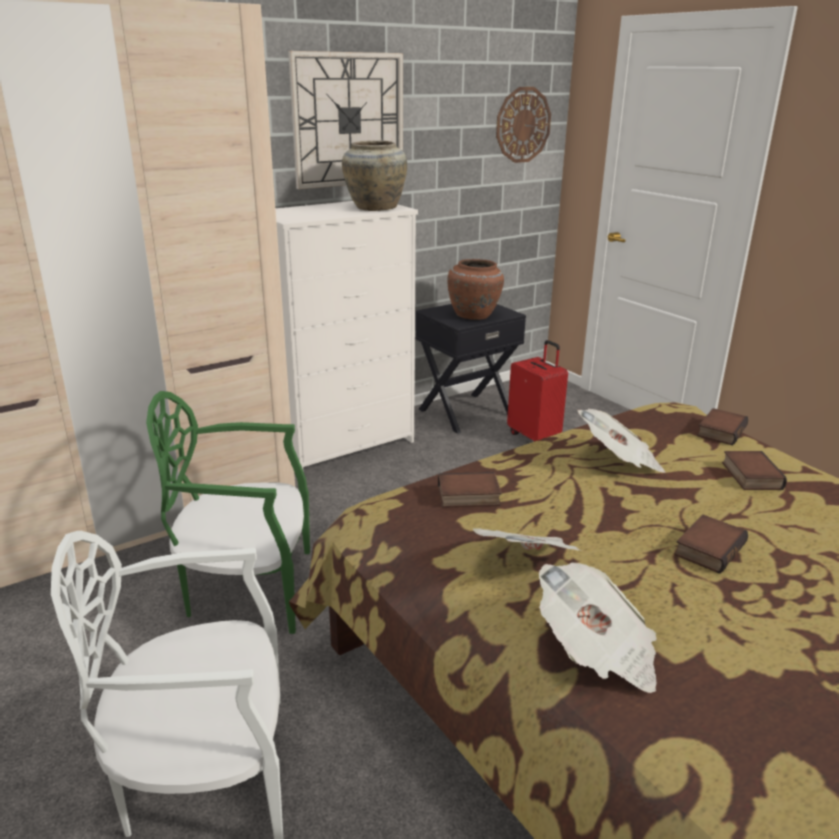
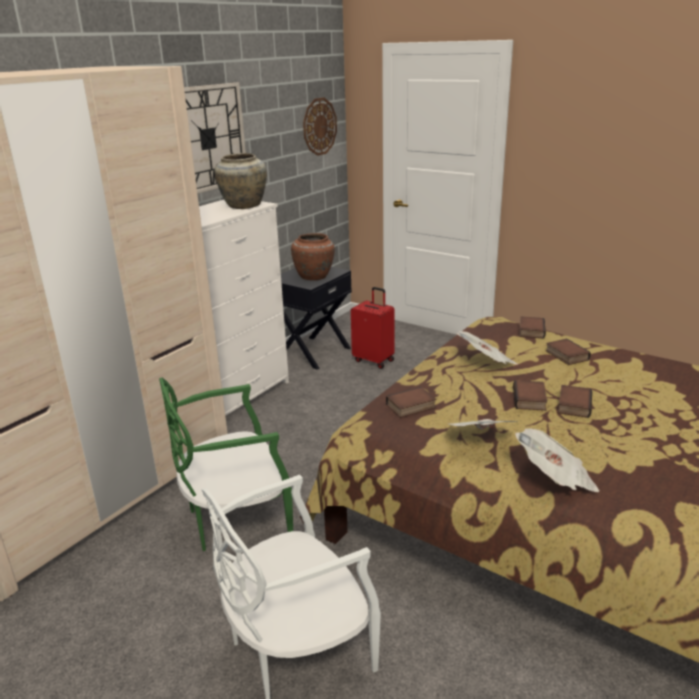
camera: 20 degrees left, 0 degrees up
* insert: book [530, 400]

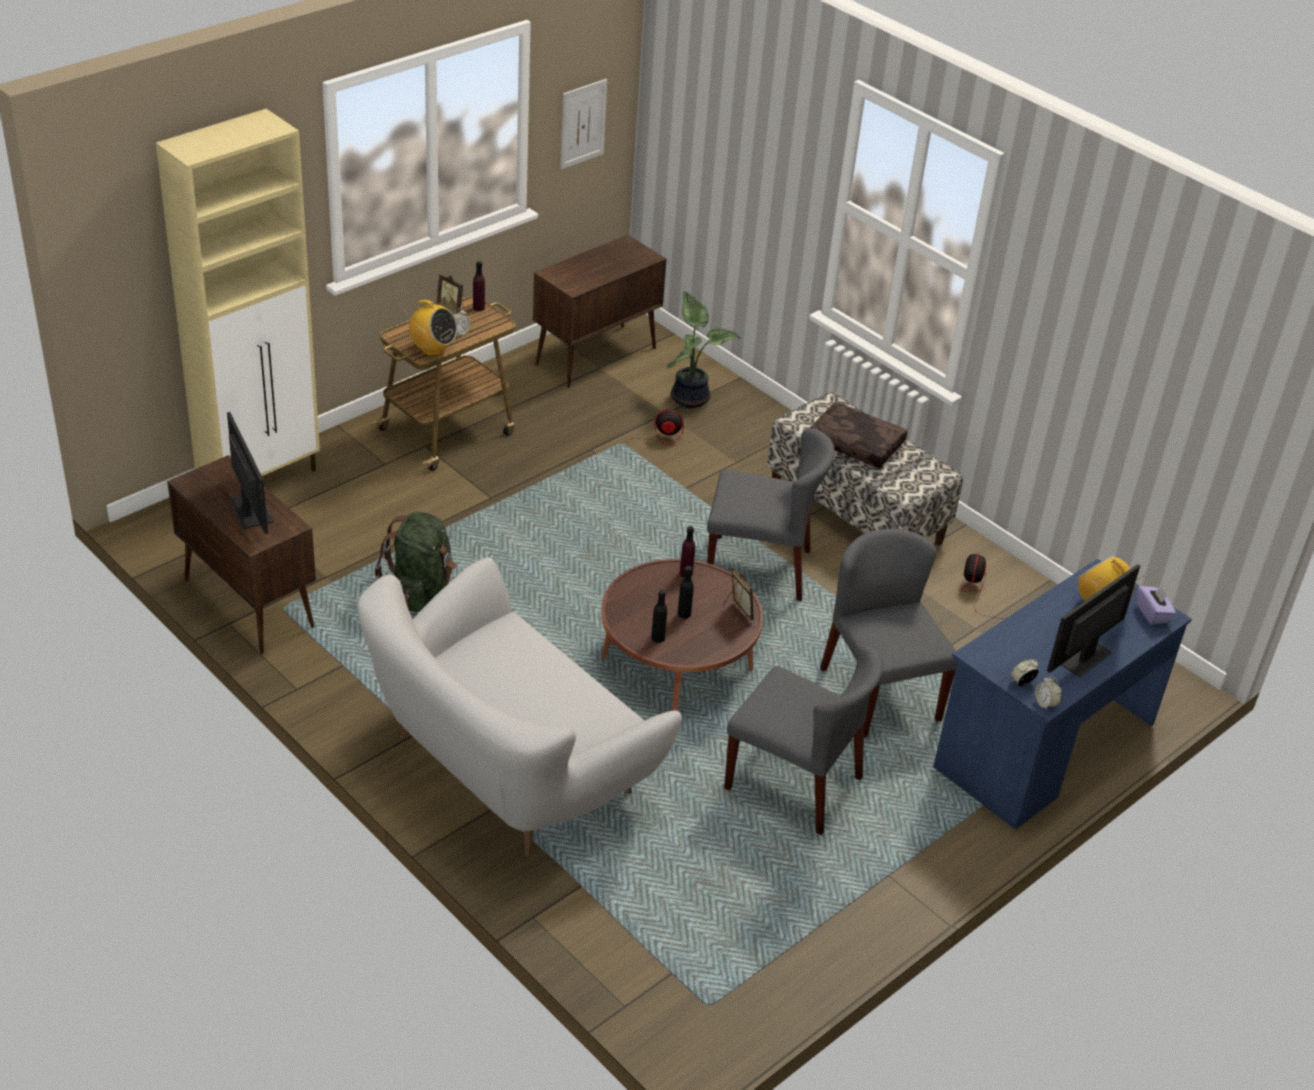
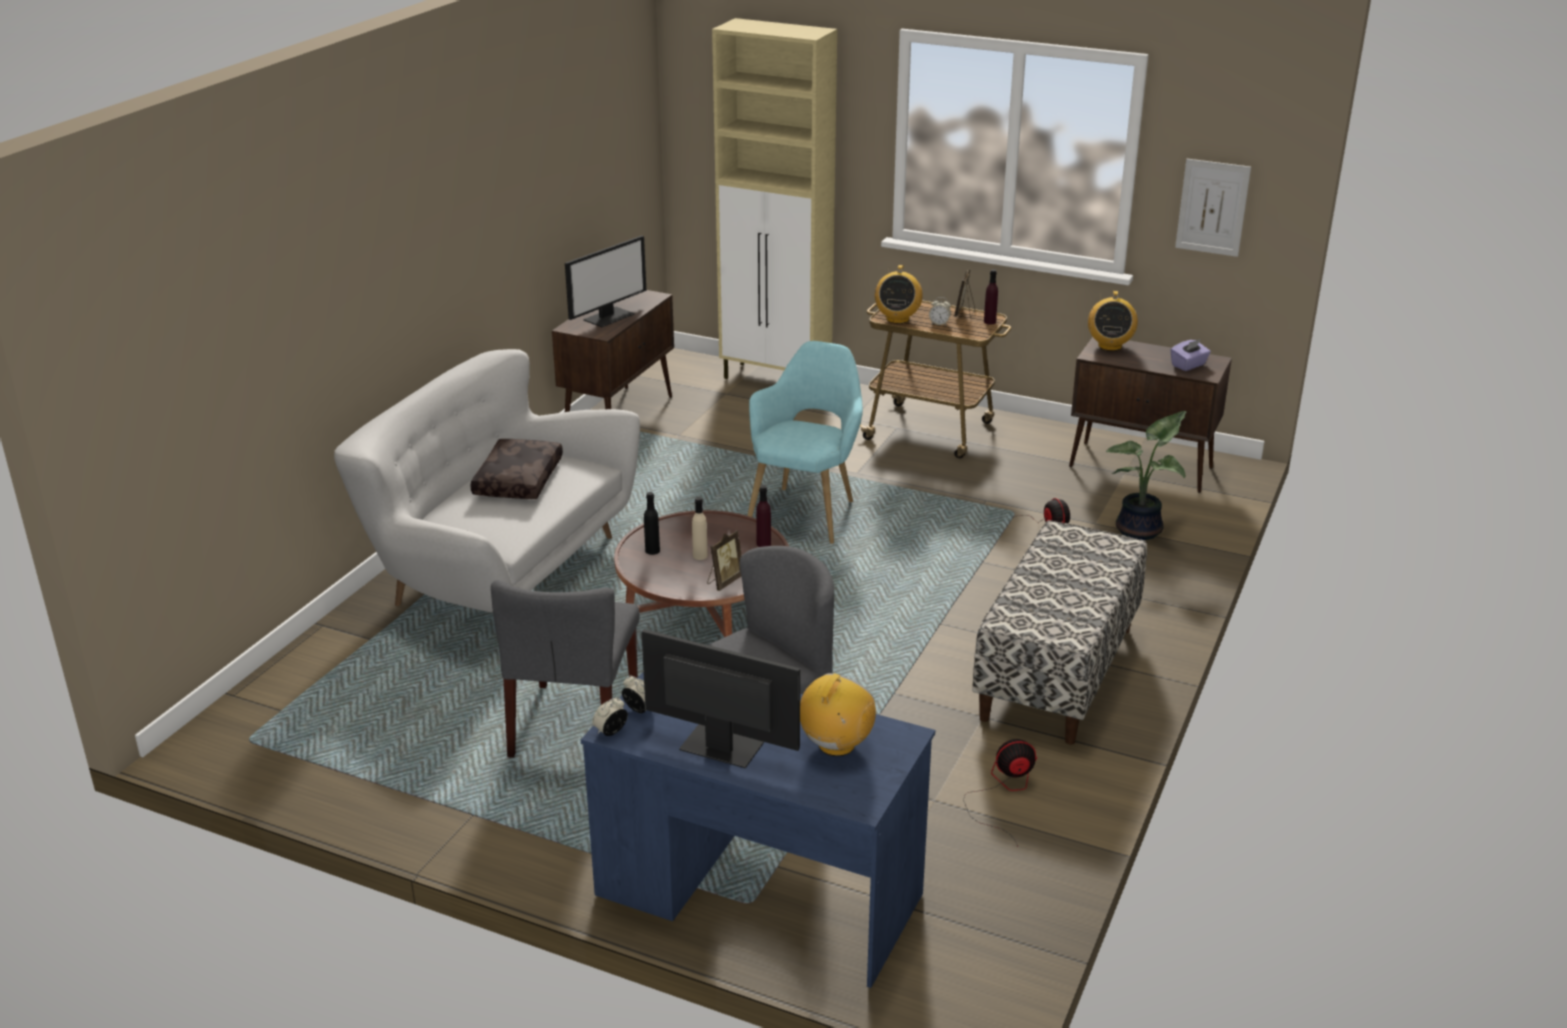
camera: 70 degrees right, 10 degrees down
* move: pillow (brown) [854, 444] to [517, 479]
* recolor: bottle (black) [684, 614] to bottle (beige) [700, 556]
* insert: armchair (turquoise) [806, 512]
* insert: radio [1109, 346]
* move: tissue box (purple) [1152, 613] to [1188, 365]
* delete: backpack (green) [420, 591]
* delete: chair (grey) [759, 568]

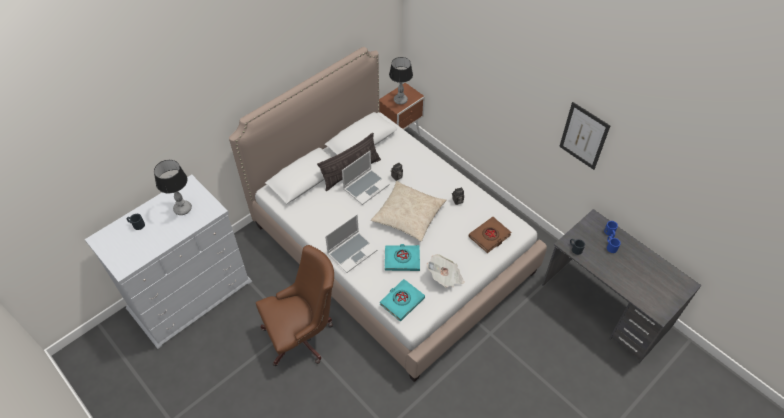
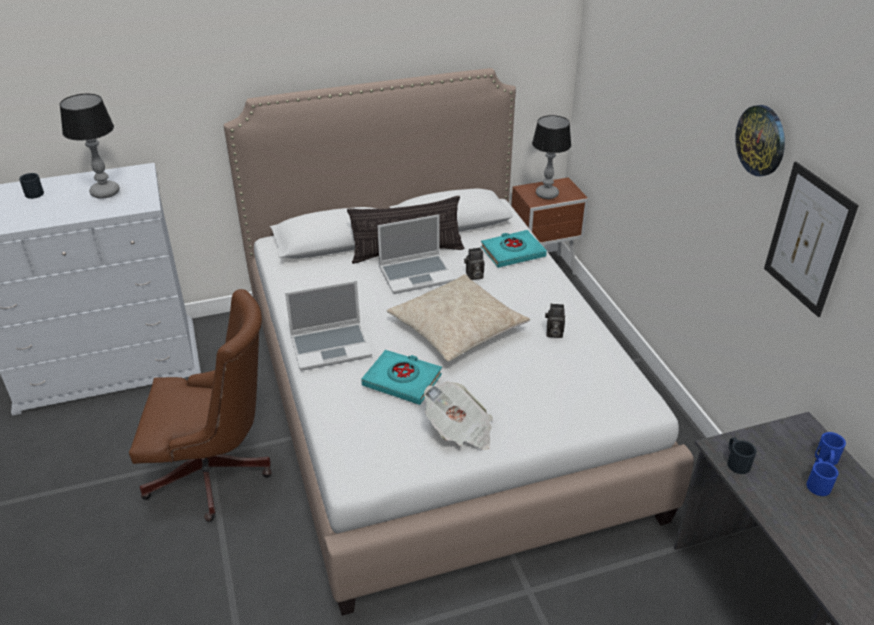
camera: 25 degrees right, 15 degrees down
* move: book (turquoise) [402, 301] to [512, 252]
* insert: wall clock [761, 140]
* delete: book (brown) [489, 236]

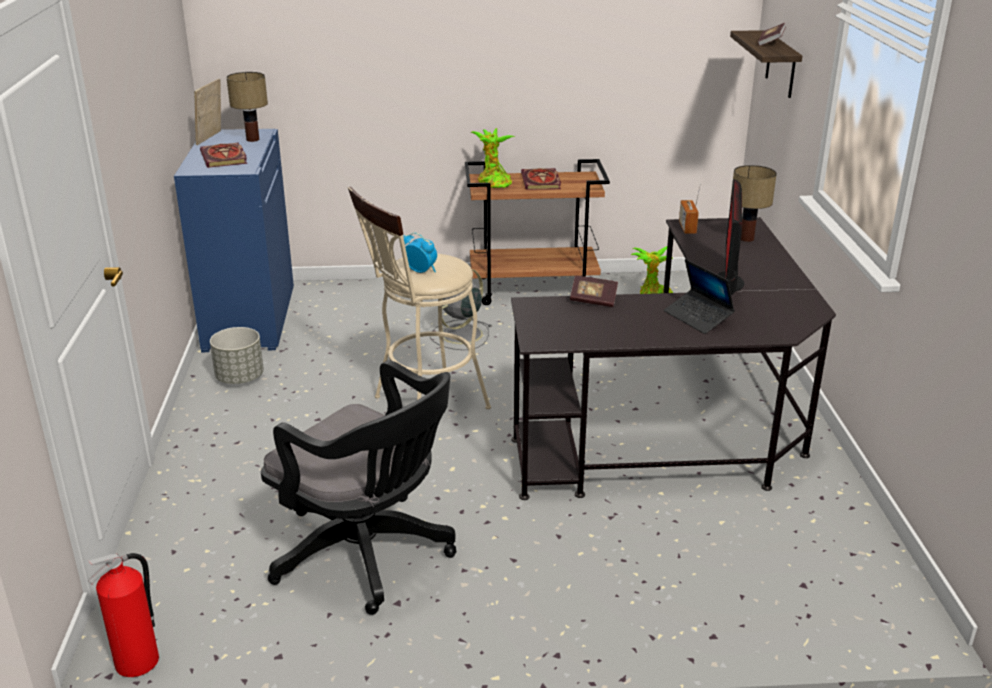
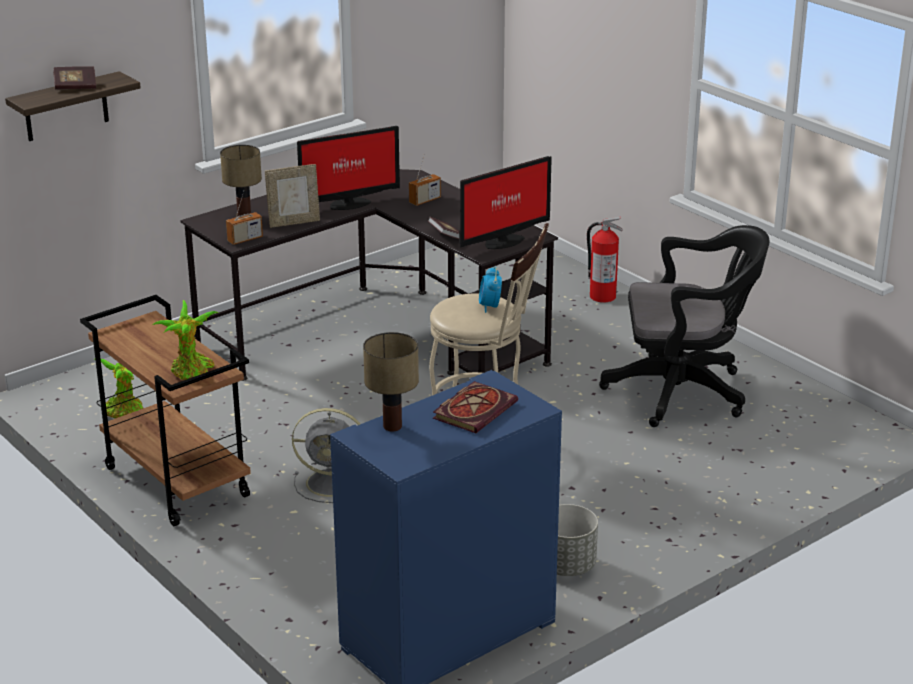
camera: 125 degrees left, 0 degrees up
* move: picture frame [211, 138] to [294, 222]
* replace: laptop [698, 317] to radio [425, 200]
* insert: monitor [502, 241]
* move: fire extinguisher [138, 662] to [602, 296]
* rotate: office chair (black) [368, 555] = [684, 392] 90 degrees clockwise
* delete: book [542, 182]

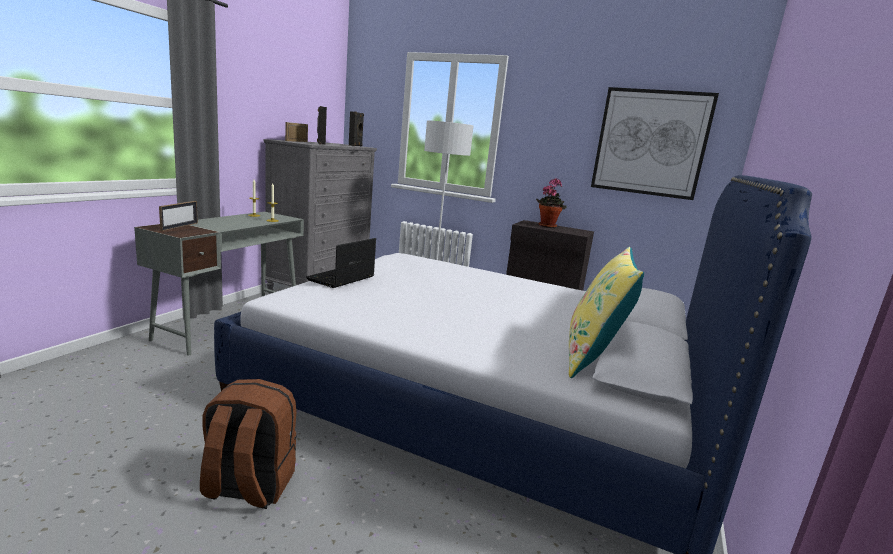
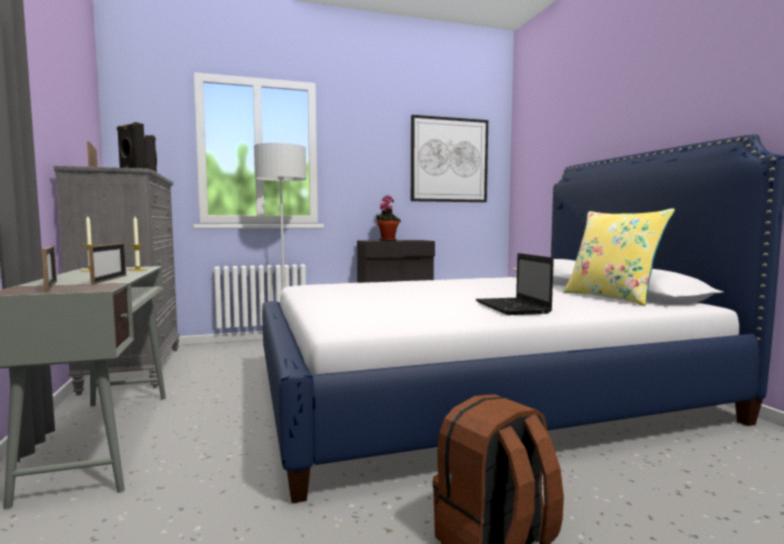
camera: 40 degrees left, 10 degrees down
* insert: picture frame [109, 279]
* move: laptop [340, 279] to [513, 308]

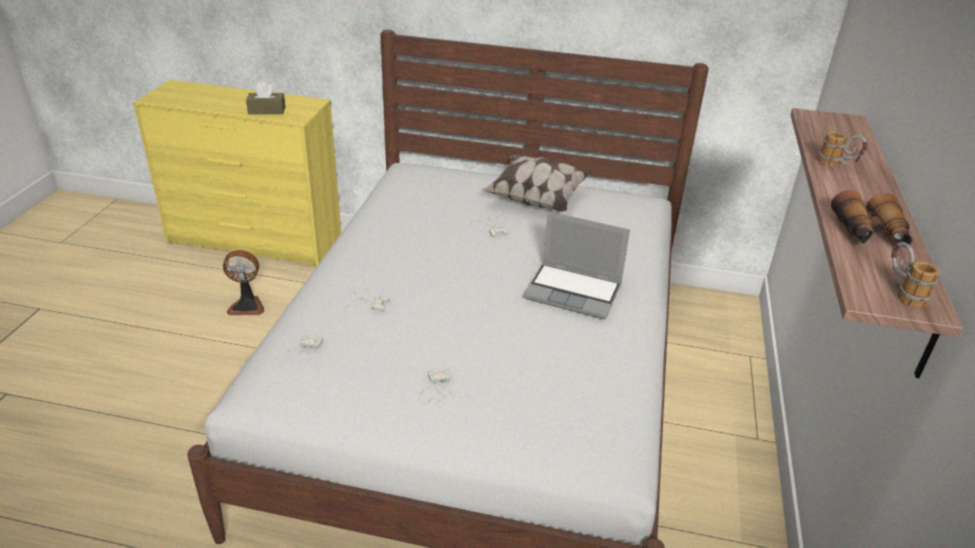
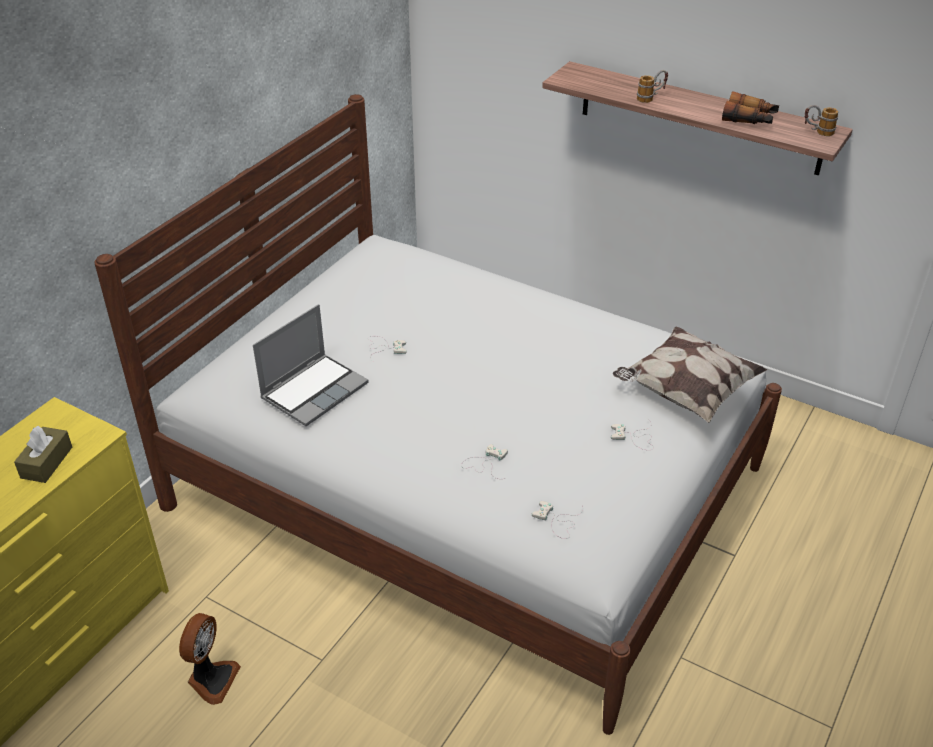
camera: 70 degrees left, 5 degrees up
* move: laptop [574, 292] to [314, 390]
* move: pillow [536, 199] to [685, 391]

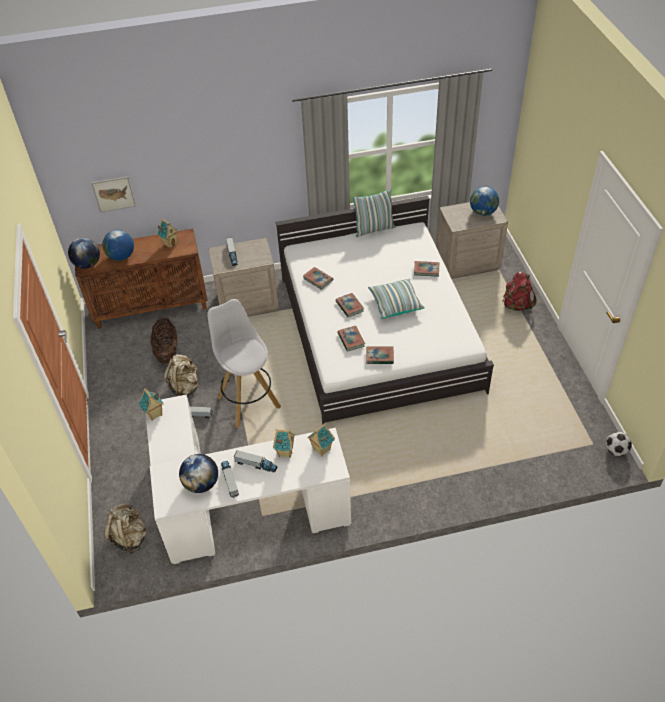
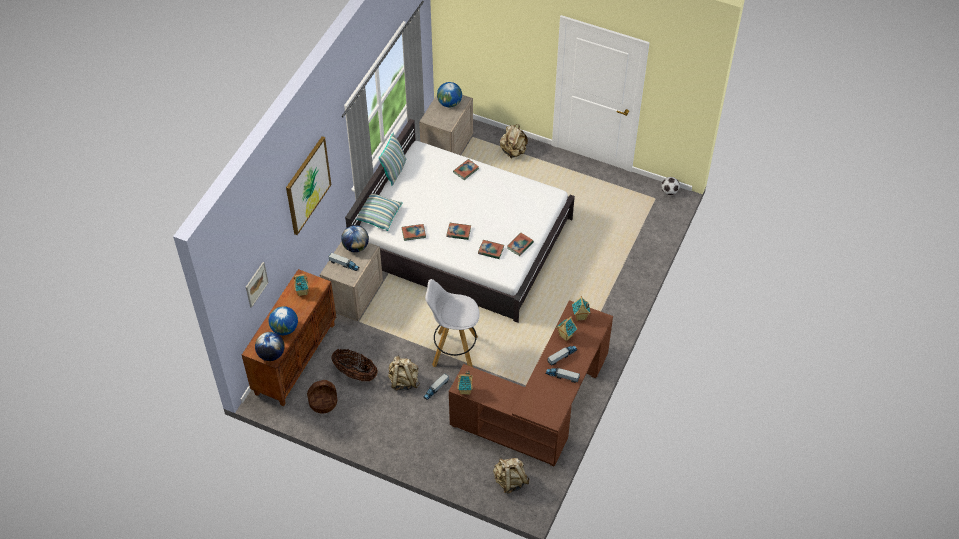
camera: 55 degrees left, 5 degrees up
* insert: picture [307, 185]
* insert: basket [323, 402]
* move: globe [201, 483] to [356, 247]
* move: pillow [395, 304] to [378, 215]
* recolor: desk (white) [237, 508] to desk (brown) [540, 408]
* recolor: backpack (red) [516, 305] to backpack (beige) [513, 151]

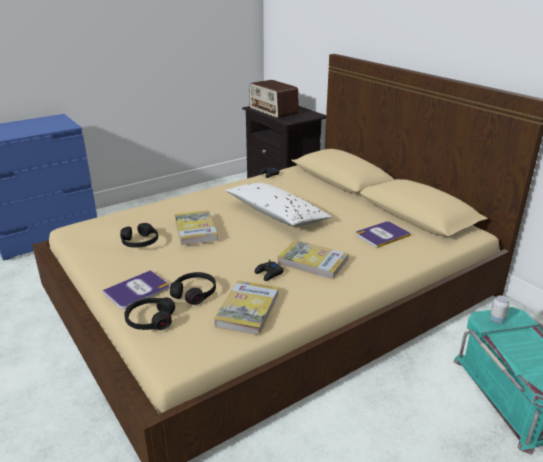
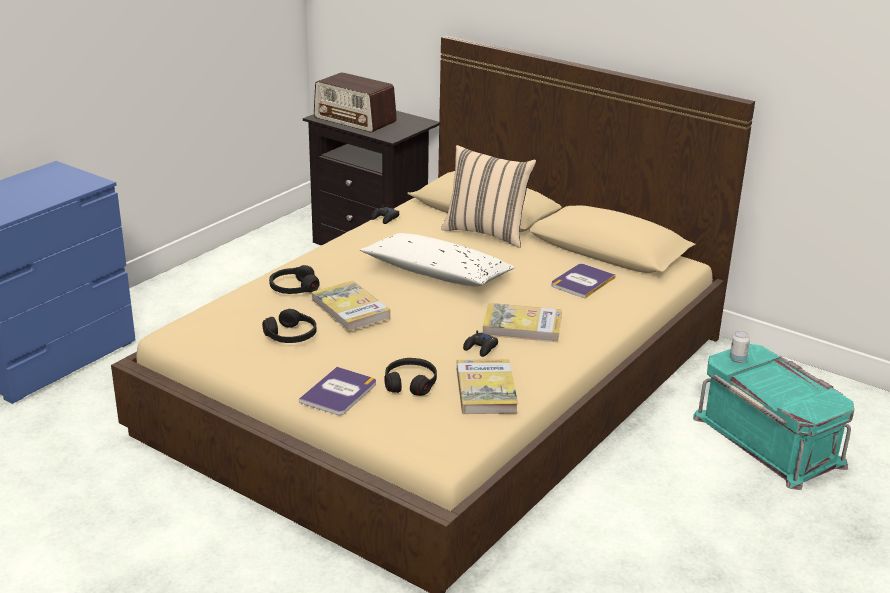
camera: 20 degrees left, 0 degrees up
* move: headphones (black) [150, 320] to [293, 288]
* insert: pillow (beige) [486, 232]

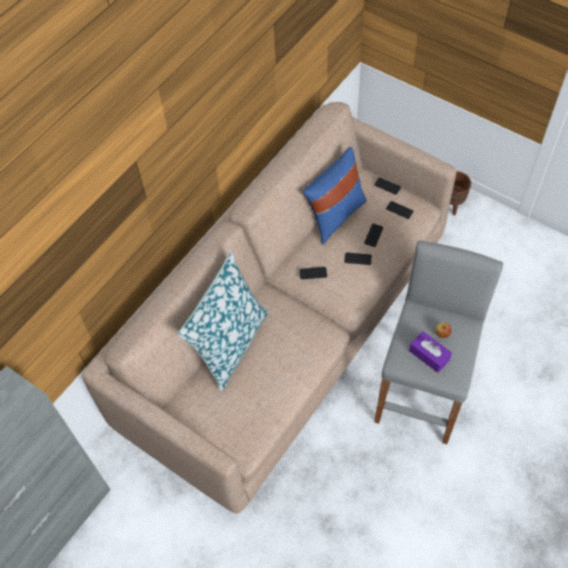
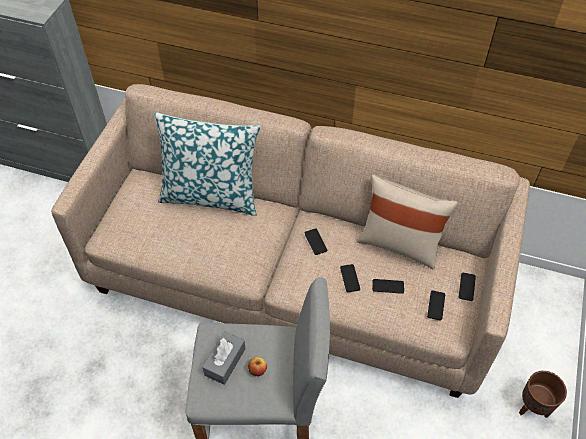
camera: 70 degrees right, 5 degrees down
* recolor: tissue box (purple) [429, 355] to tissue box (grey) [225, 361]
* recolor: pillow (blue) [335, 215] to pillow (beige) [399, 244]

